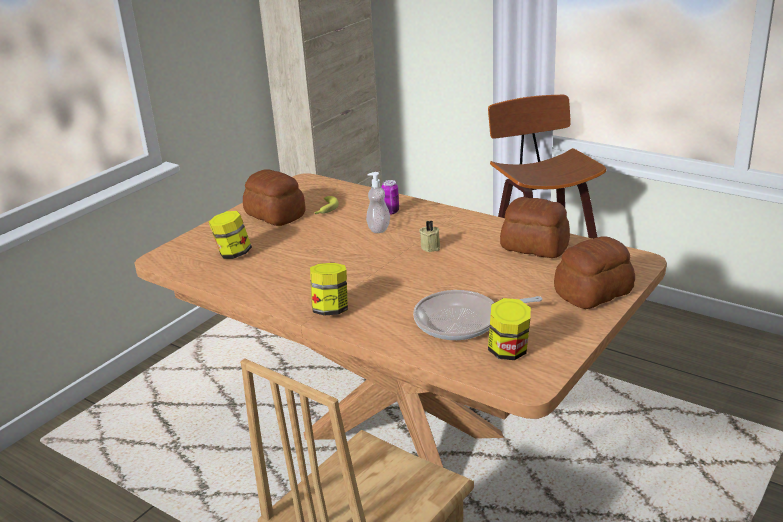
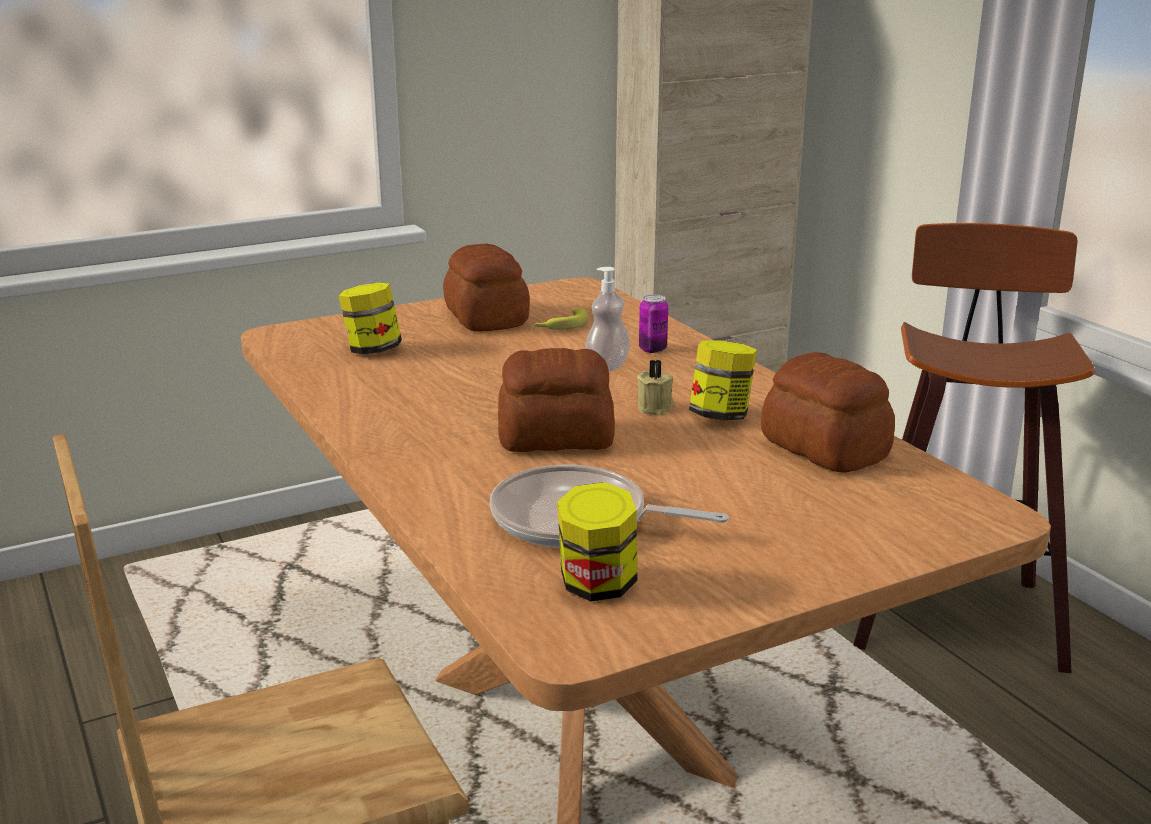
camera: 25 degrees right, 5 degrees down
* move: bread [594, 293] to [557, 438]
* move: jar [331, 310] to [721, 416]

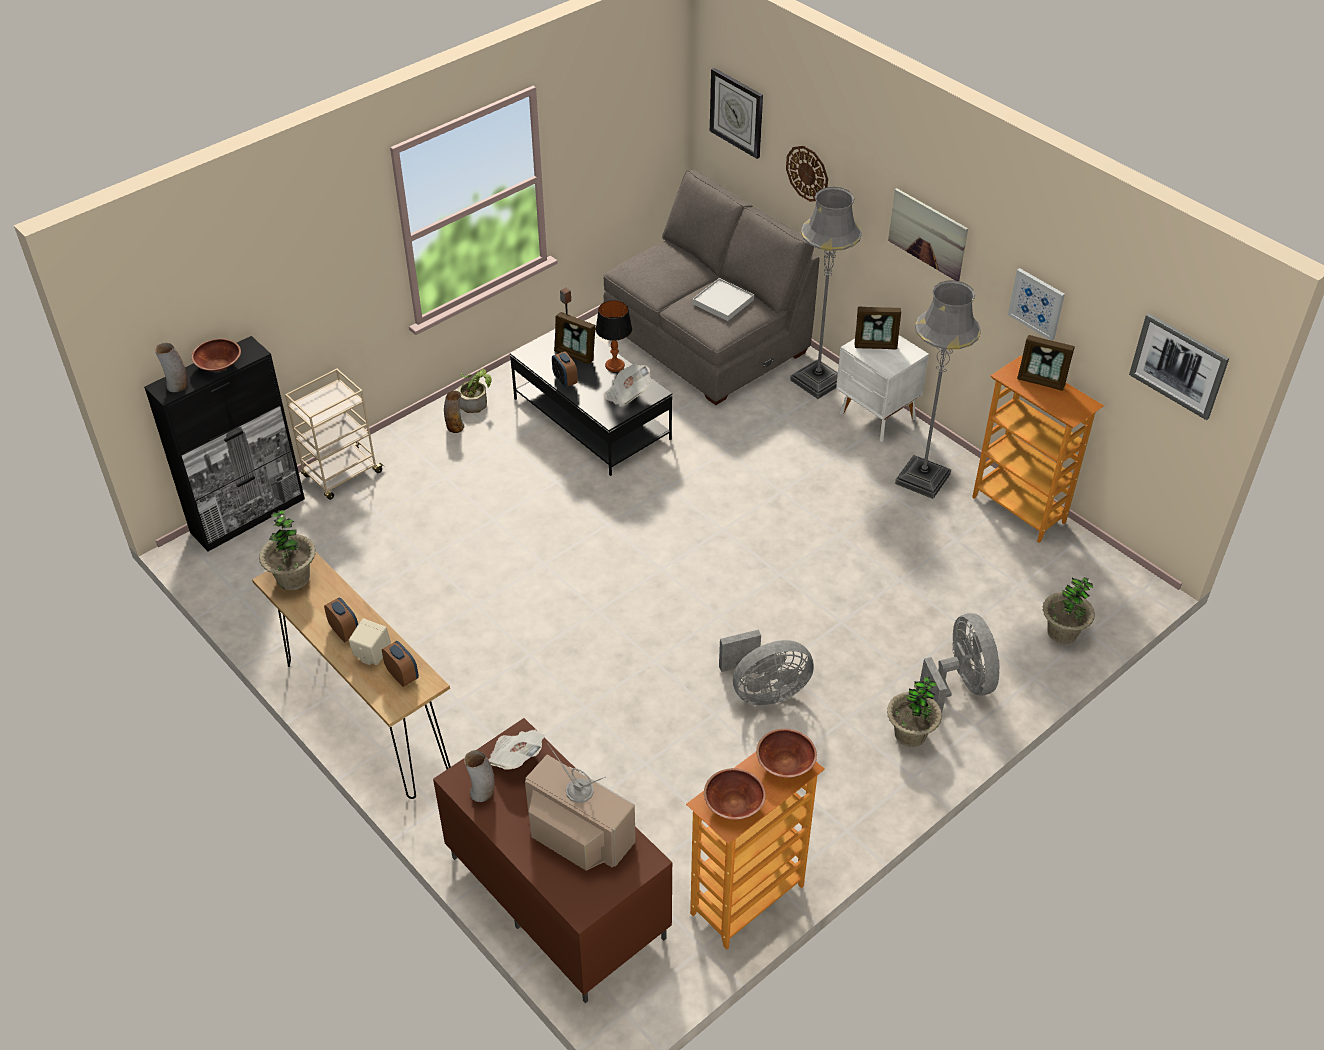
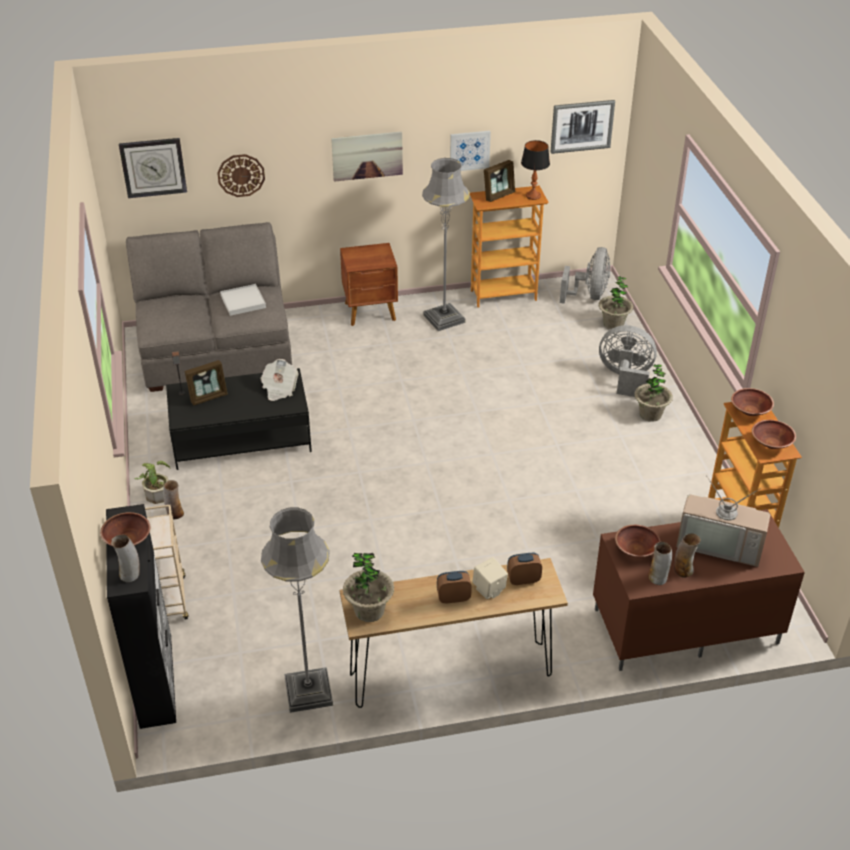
camera: 60 degrees left, 5 degrees down
* move: floor lamp (grey) [817, 381] to [308, 691]
* recolor: nightstand (white) [877, 417] to nightstand (brown) [371, 312]
* move: table lamp [614, 366] to [533, 196]
* move: fan (grey) [764, 691] to [589, 295]
* replace: newspaper [516, 757] to bowl (brown) [636, 550]
* insert: vase [683, 570]
* rotate: television [576, 833] = [720, 544] 135 degrees counterclockwise
* delete: alarm clock [565, 381]
* delete: picture frame [875, 345]

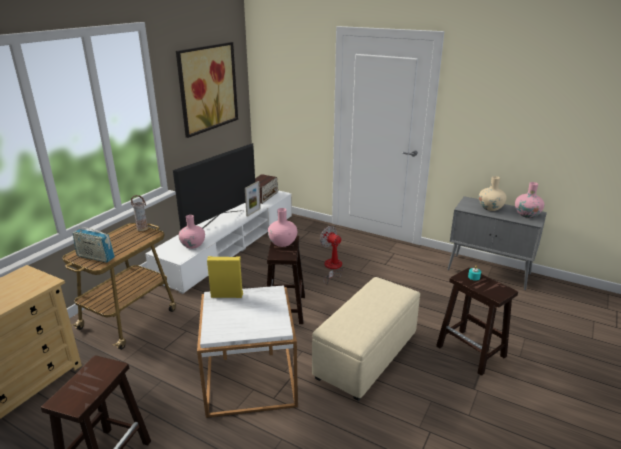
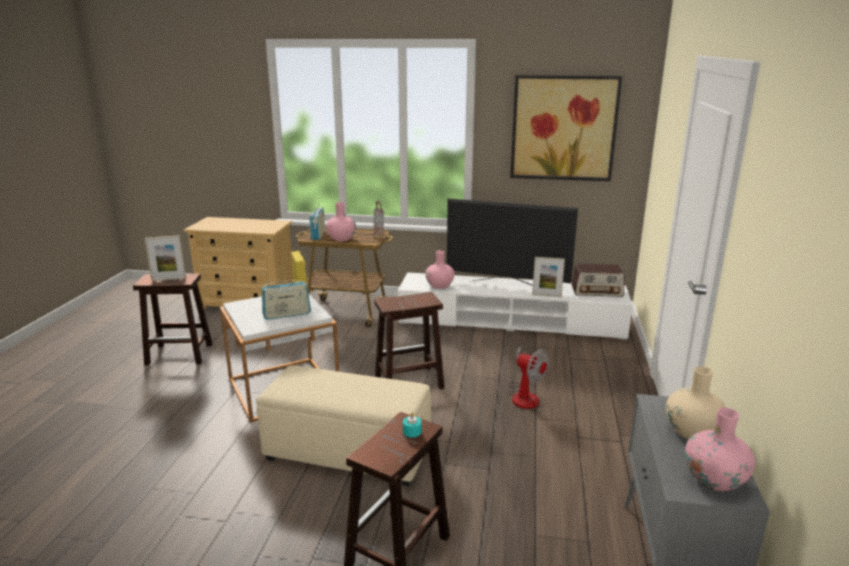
camera: 70 degrees right, 5 degrees down
* insert: picture frame [169, 279]
* insert: radio [287, 314]
* move: vase (pink) [282, 243] to [341, 239]
* rotate: fan [332, 268] = [524, 395] 105 degrees clockwise

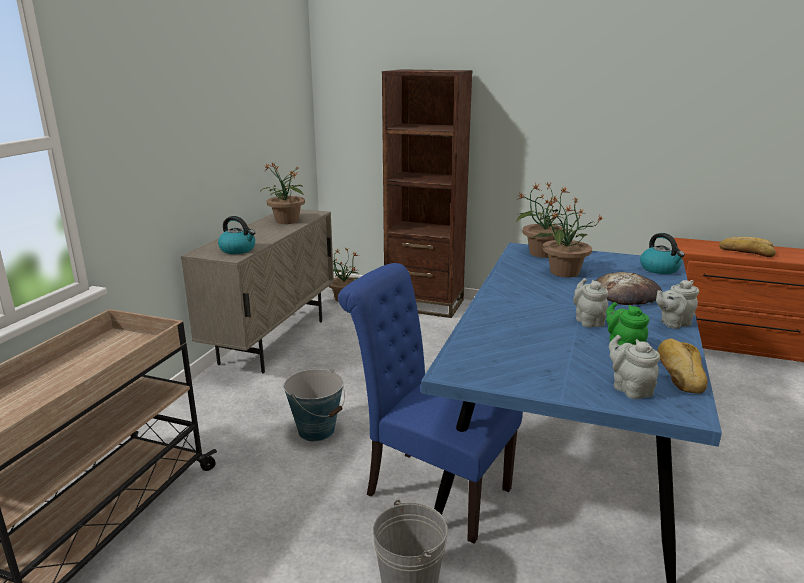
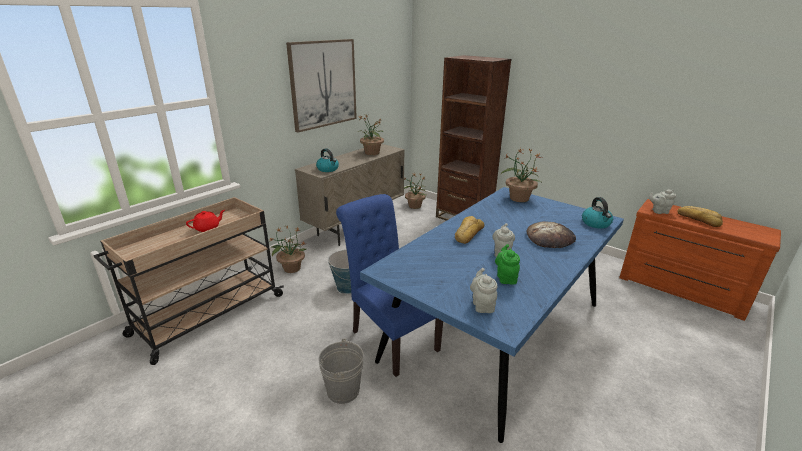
camera: 20 degrees right, 5 degrees up
* insert: teapot (red) [208, 228]
* move: potted plant [563, 272] to [291, 268]
* insert: picture [323, 84]
* move: bread [679, 373] to [467, 234]
* move: teapot (grey) [673, 323] to [658, 211]

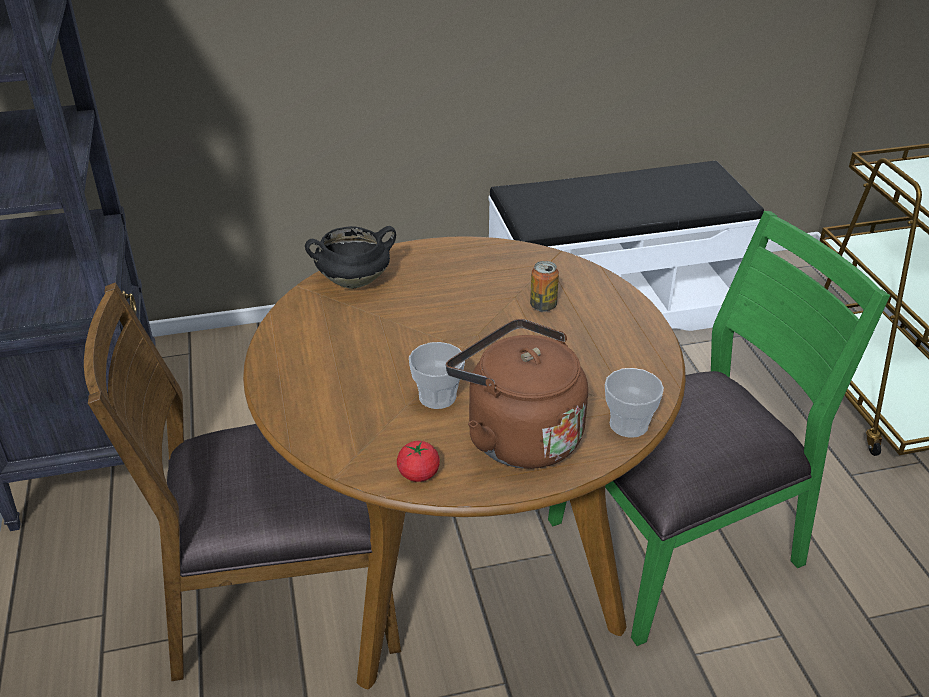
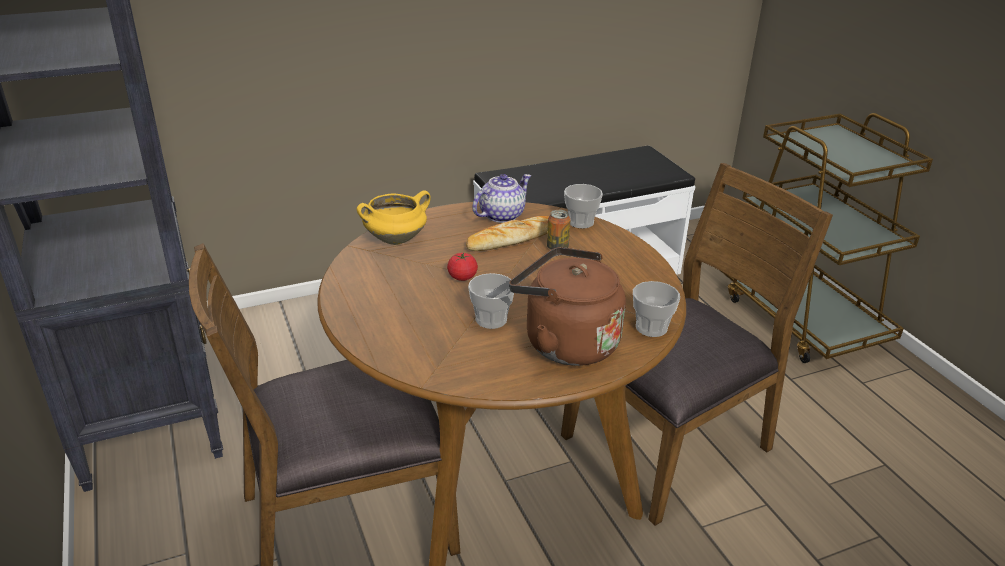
camera: 10 degrees left, 5 degrees down
* recolor: cooking pot (black) [354, 280] to cooking pot (yellow) [396, 239]
* move: tomato [418, 474] to [462, 277]
* insert: bread [512, 239]
* insert: teapot [501, 215]
* recolor: chair (green) [678, 545] to chair (brown) [670, 444]
* insert: cup [580, 222]

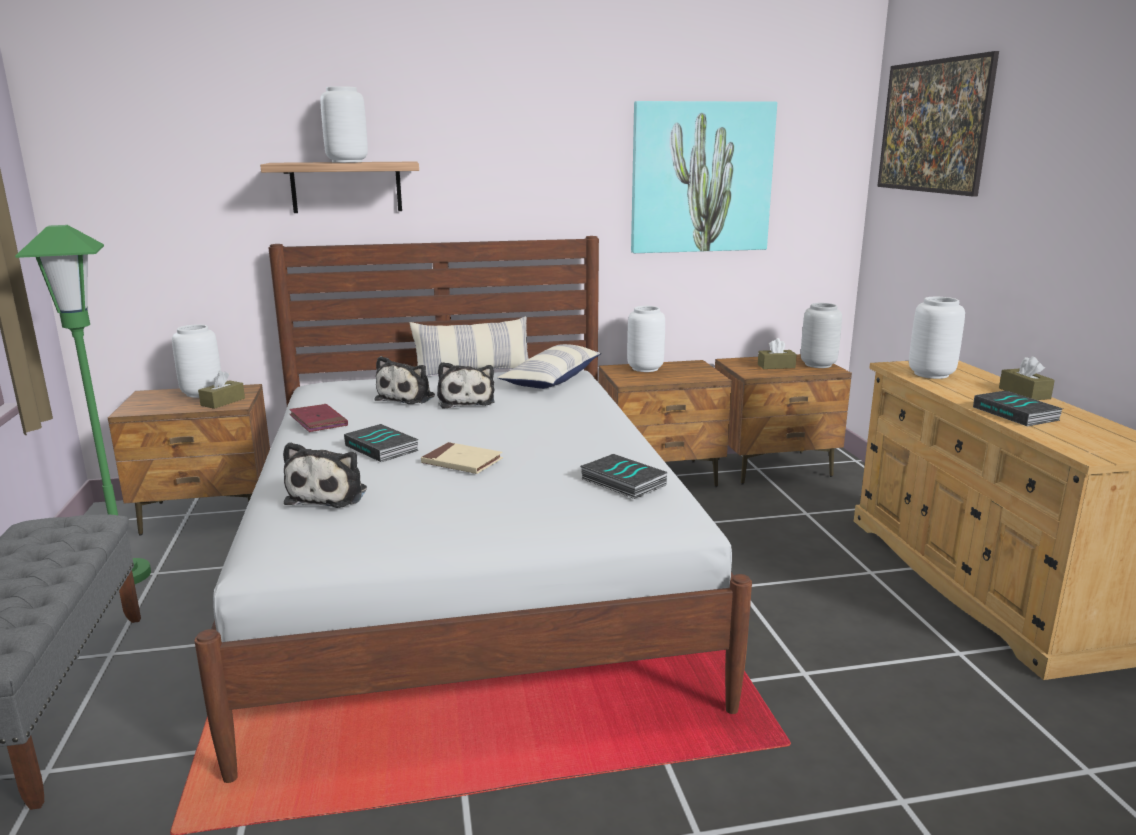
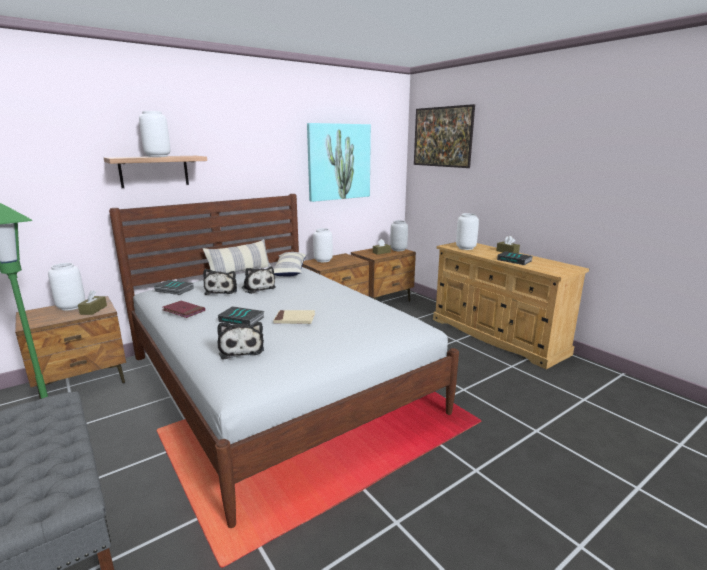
camera: 25 degrees left, 0 degrees up
* move: book [621, 482] to [173, 290]

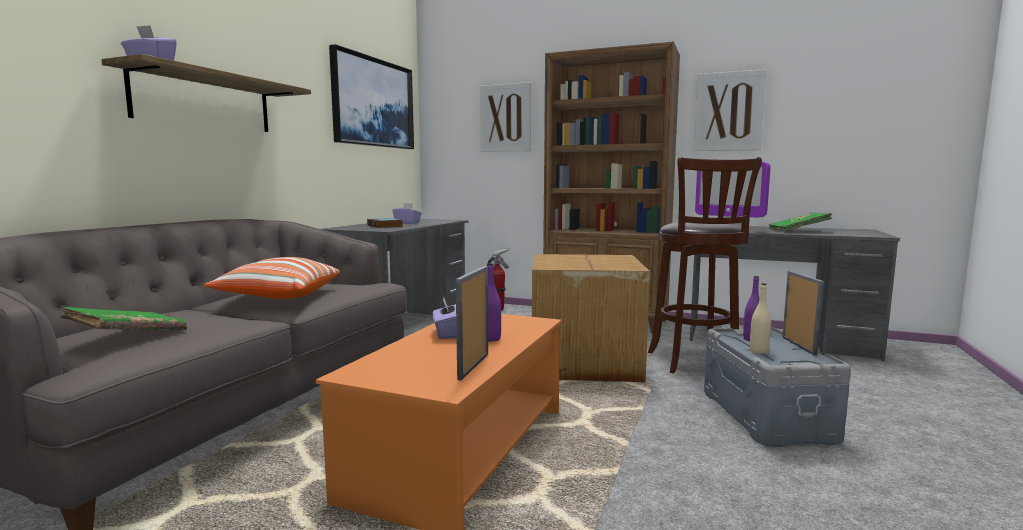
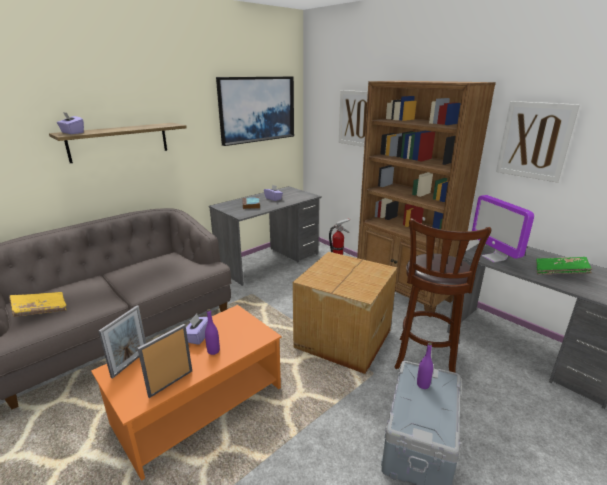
camera: 25 degrees right, 15 degrees up
* recolor: book (green) [128, 336] to book (yellow) [40, 310]
* move: picture frame [798, 346] to [130, 363]
* delete: pillow [278, 296]
* delete: bottle (beige) [759, 351]

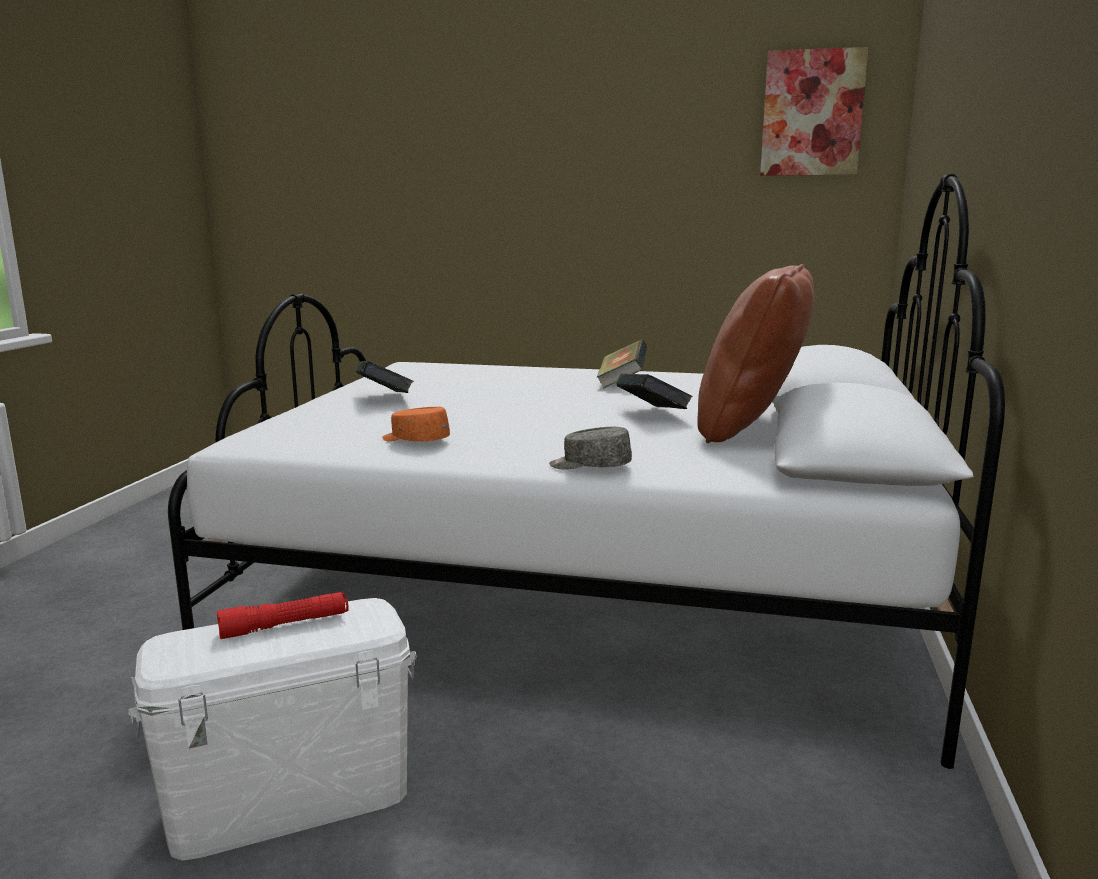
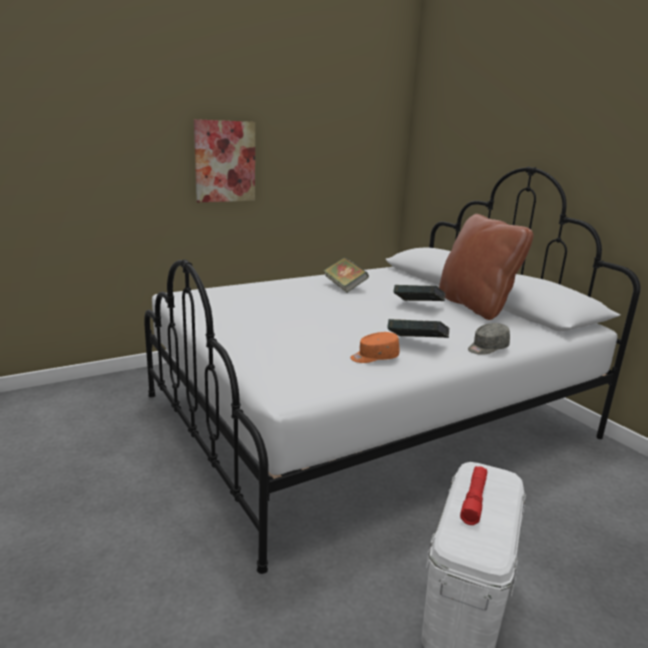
camera: 45 degrees left, 5 degrees up
* move: picture [812, 113] to [225, 161]
* move: book [385, 399] to [416, 345]

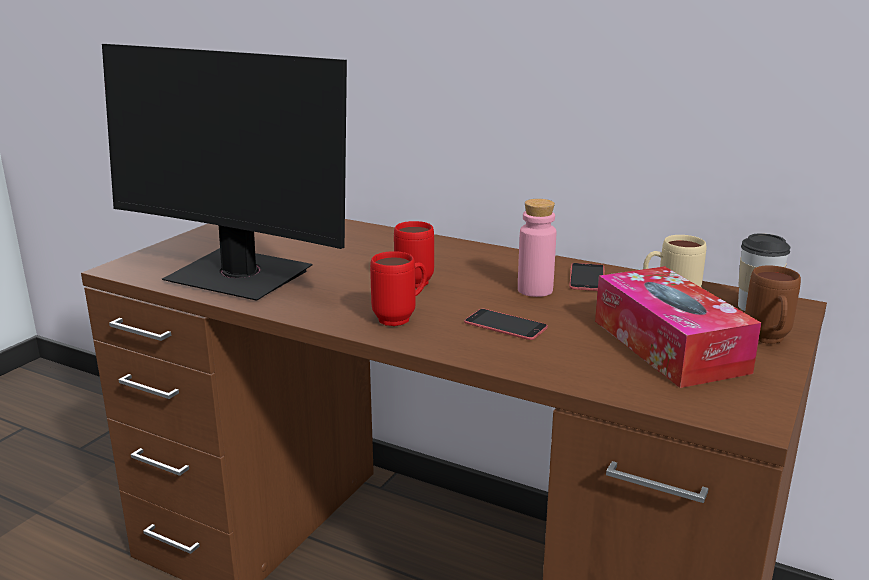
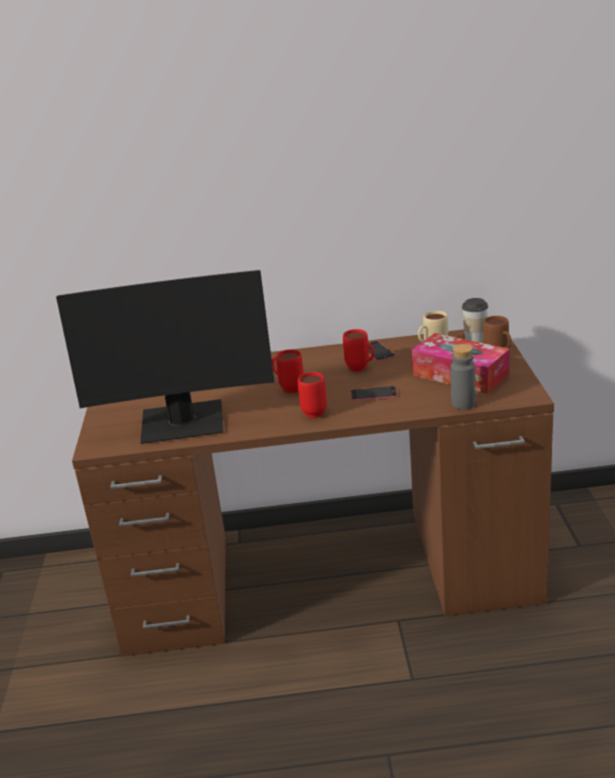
camera: 30 degrees left, 5 degrees up
* replace: bottle (pink) [535, 290] to mug (red) [361, 369]
* insert: bottle (grey) [463, 403]

